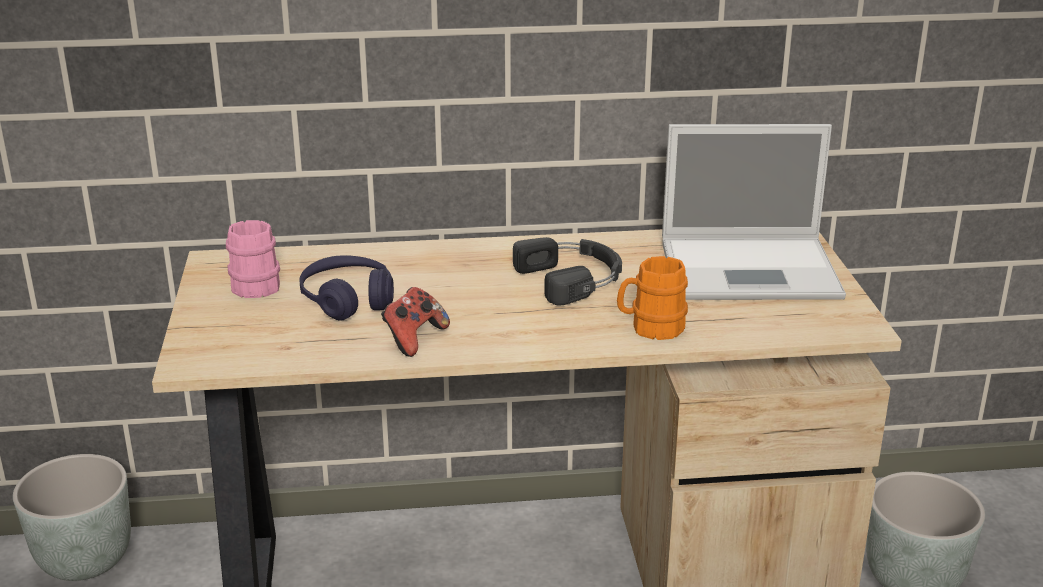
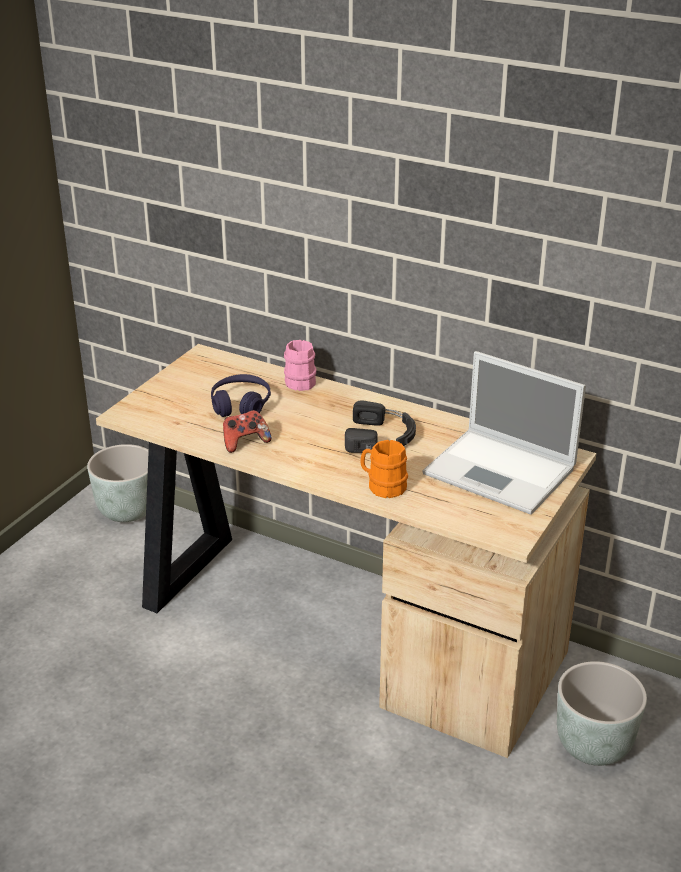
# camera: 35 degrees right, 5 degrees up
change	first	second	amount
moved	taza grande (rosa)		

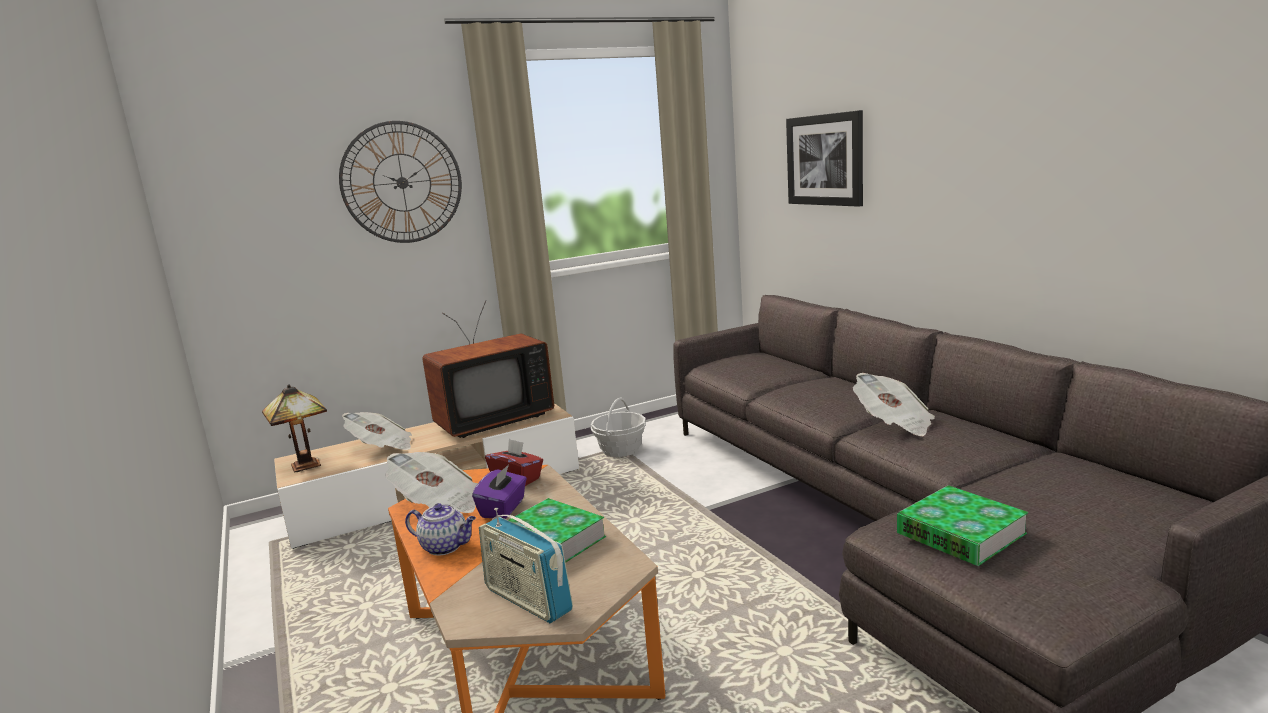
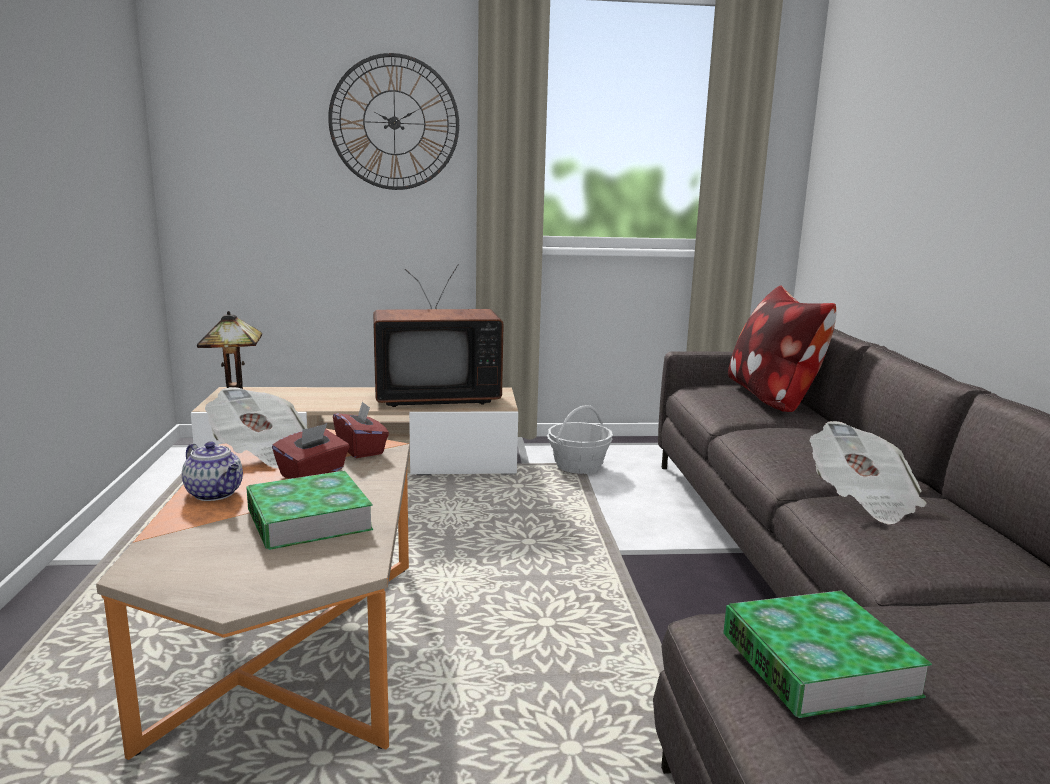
# camera: 20 degrees right, 0 degrees up
change	first	second	amount
removed	periódico (1st from left)		
removed	radio		
removed	cuadro		
added		cojín	
recoloured	caja de pañuelos (morado)	caja de pañuelos (rojo) (1st from left)	

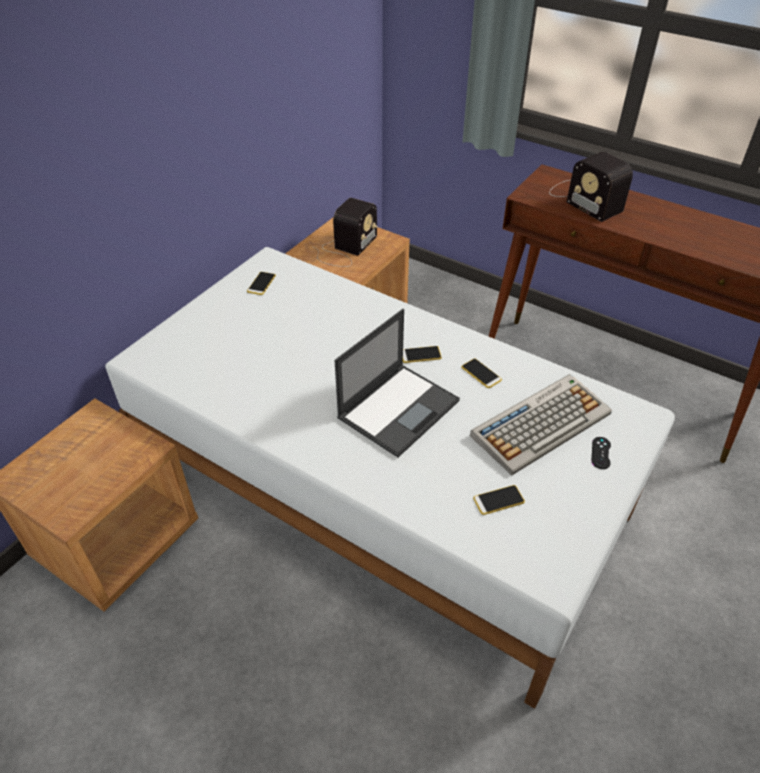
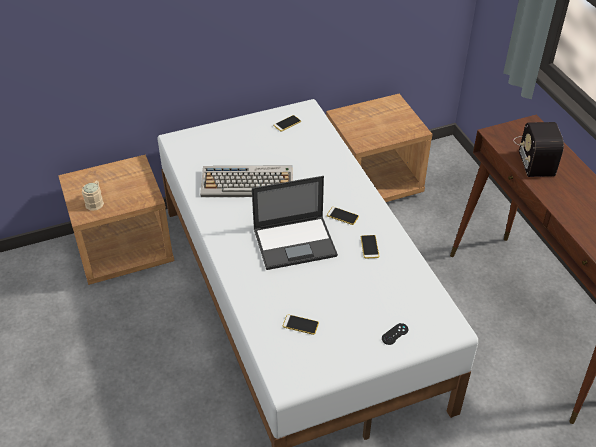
# camera: 35 degrees right, 0 degrees up
change	first	second	amount
removed	radio (1st from left)		
added		taza grande (beis)	
moved	teclado		

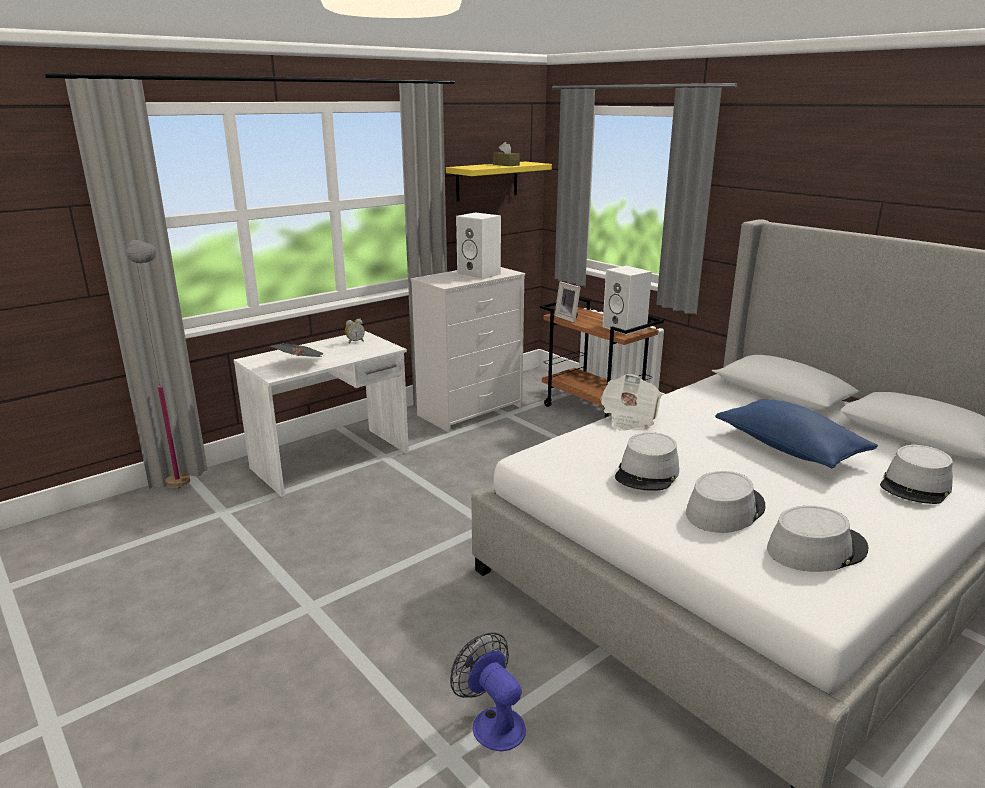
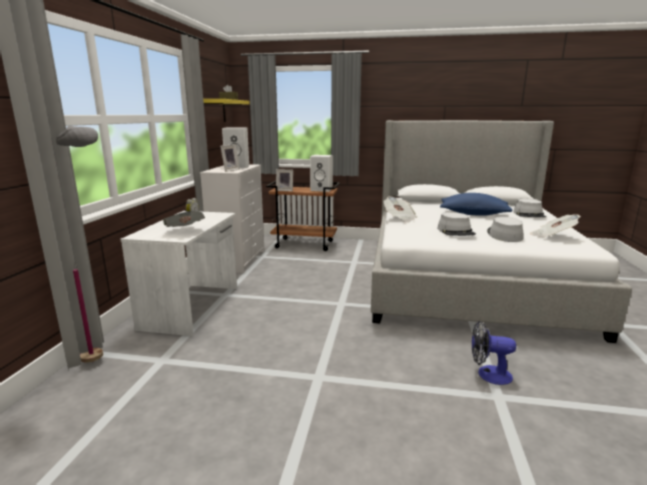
# camera: 40 degrees left, 5 degrees down
change	first	second	amount
added		portarretratos (1st from left)	
replaced	sombrero (gris) (3rd from left)	periódico (3rd from left)	

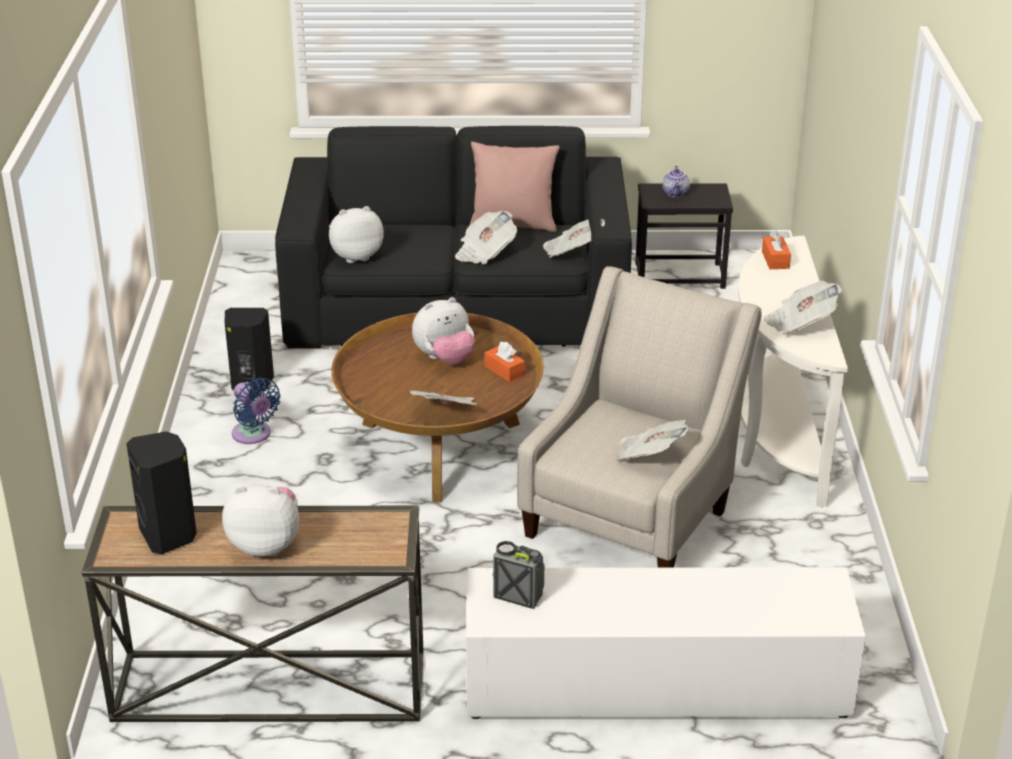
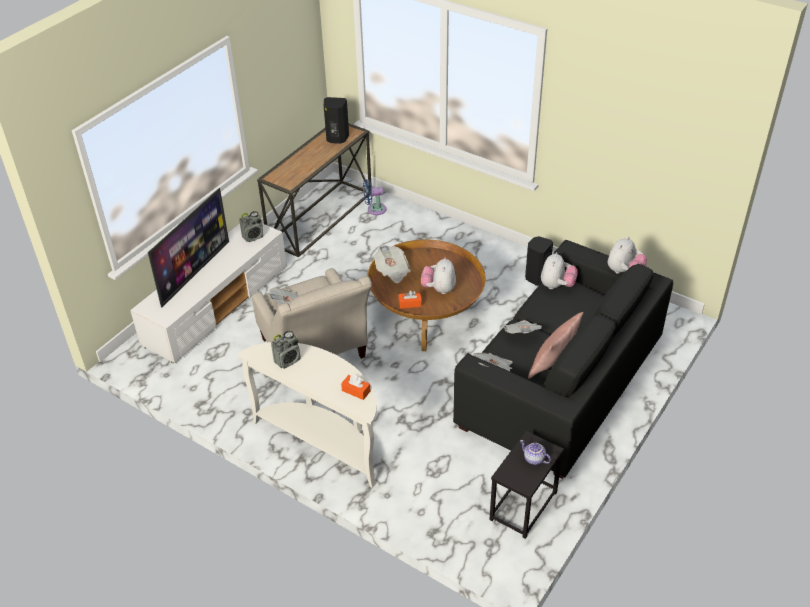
# camera: 125 degrees right, 10 degrees up
change	first	second	amount
added		televisor	
moved	peluche (1st from left in the first image)	peluche (3rd from left)	
moved	ventilador (azul)		
replaced	periódico (5th from left)	radio (2nd from left)	

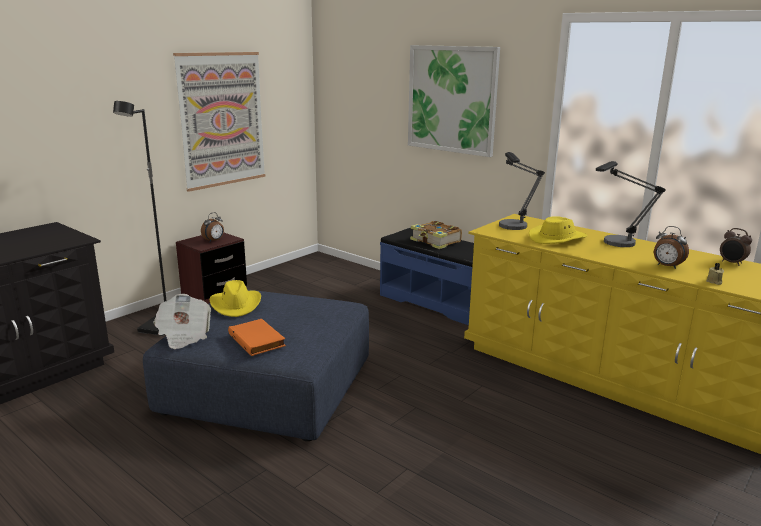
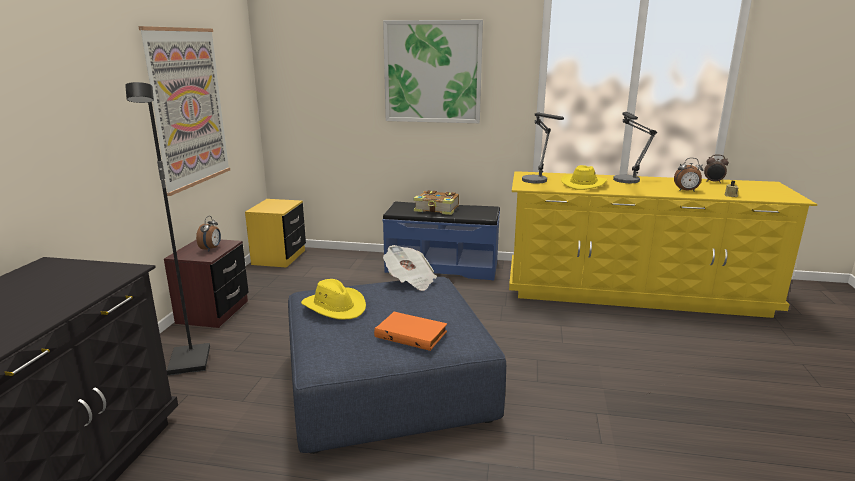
# camera: 30 degrees left, 0 degrees up
change	first	second	amount
added		mesita de noche (amarillo)	
moved	periódico		

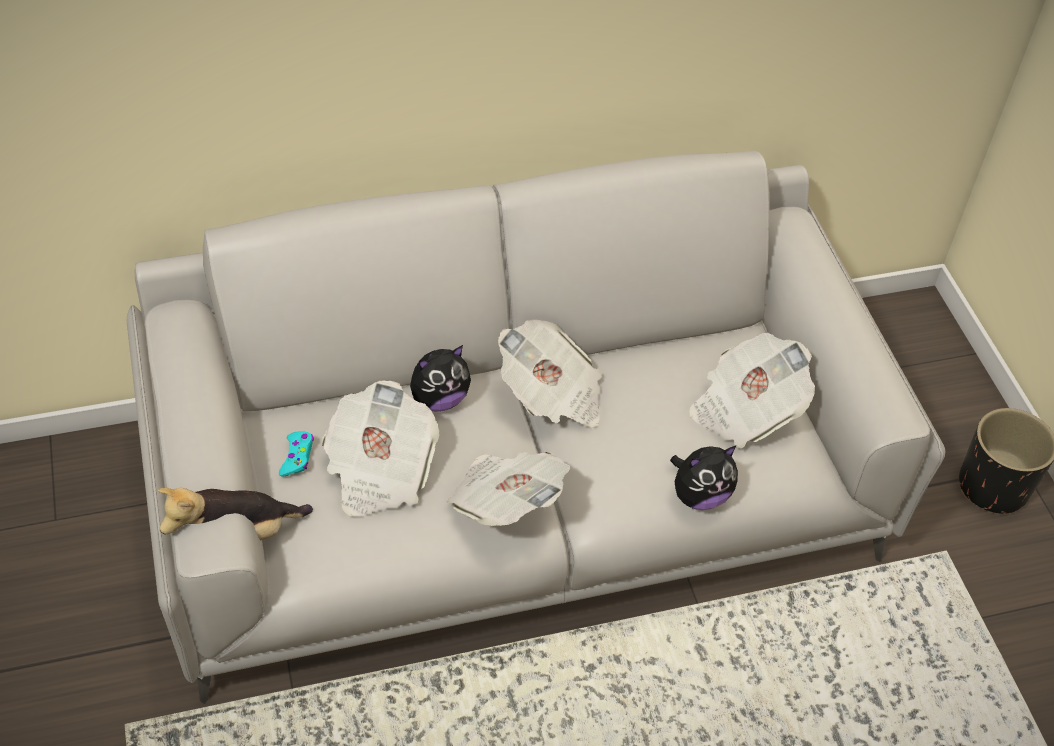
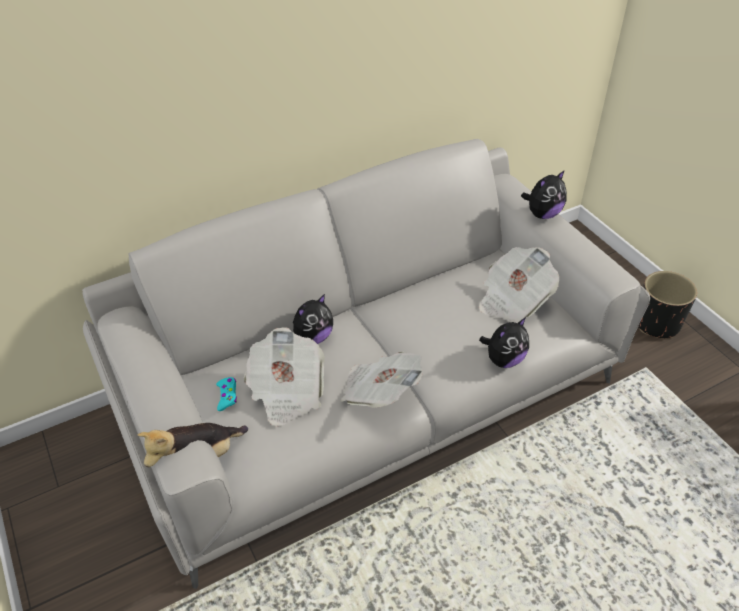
# camera: 10 degrees left, 5 degrees down
change	first	second	amount
removed	periódico (3rd from left)		
added		peluche (4th from left)	

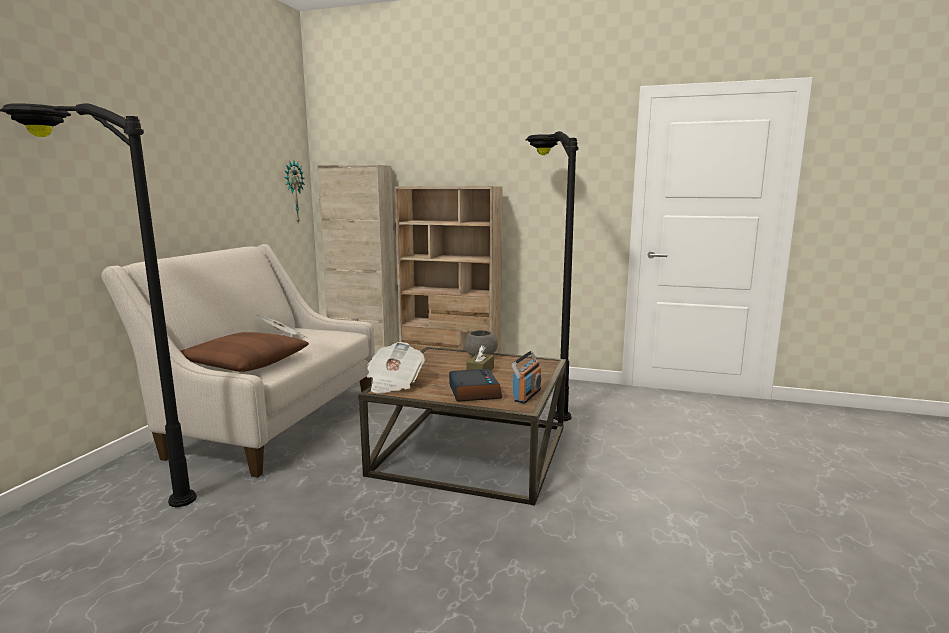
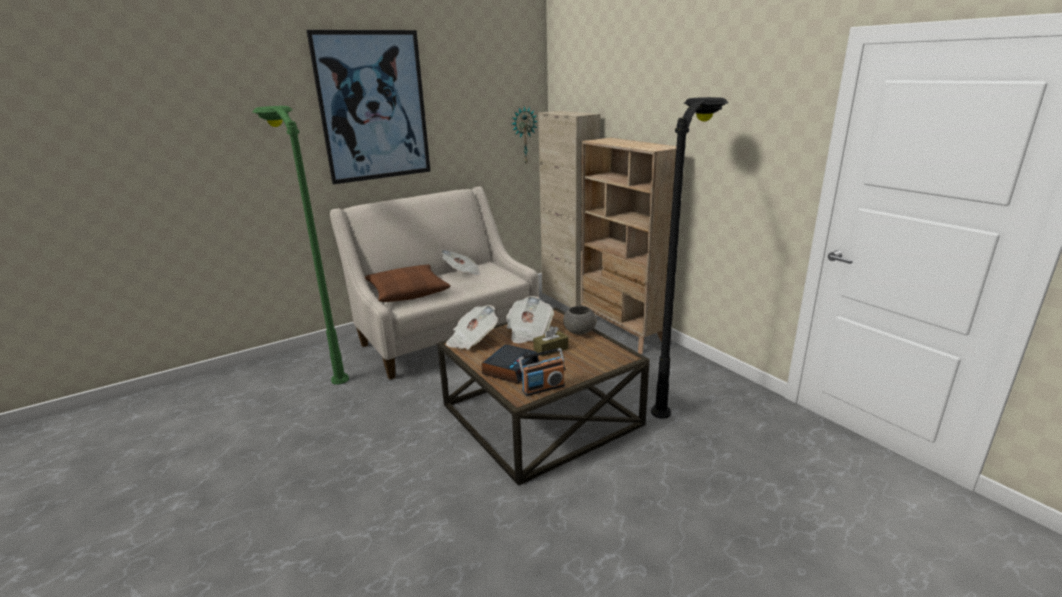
# camera: 40 degrees right, 10 degrees up
change	first	second	amount
added		cuadro	
added		periódico (3rd from left)	
recoloured	lámpara de pie (negro) (1st from left)	lámpara de pie (verde)	

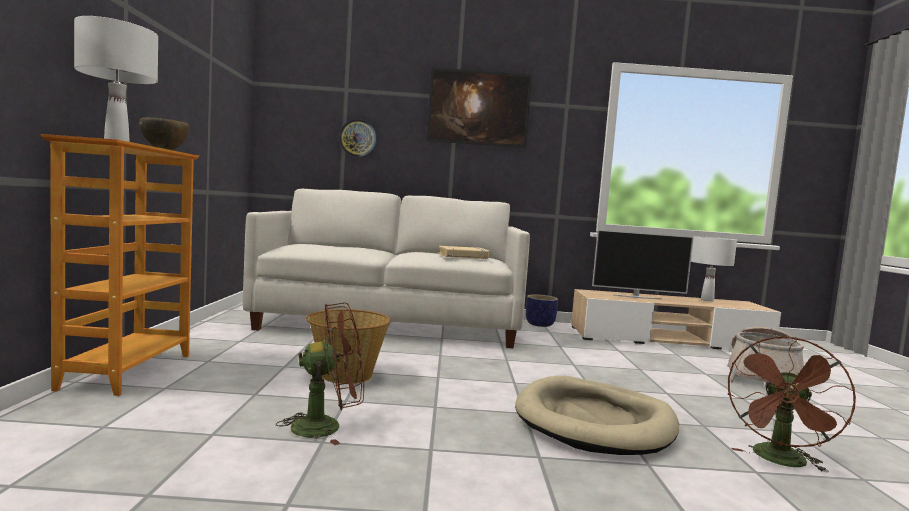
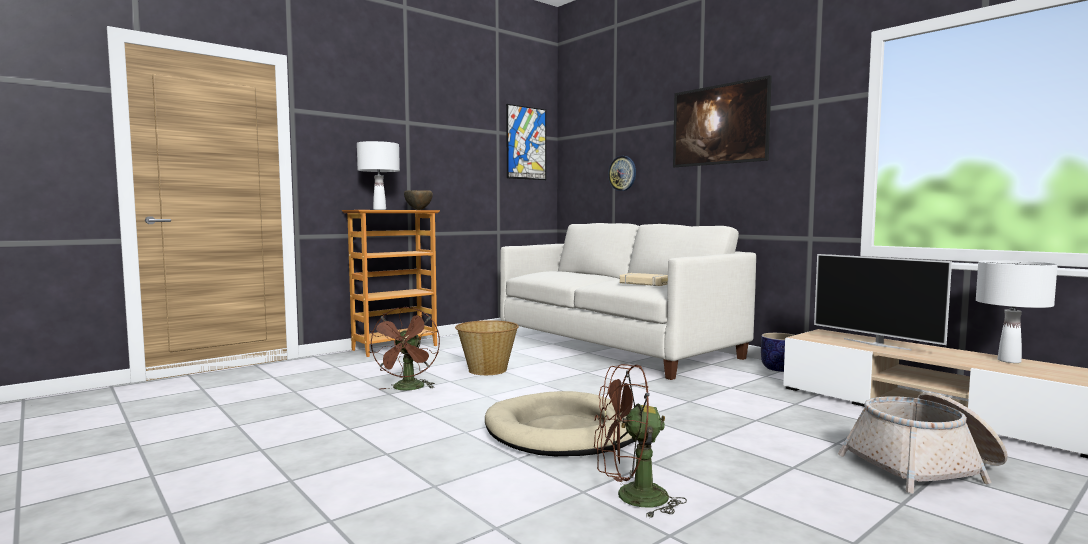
# camera: 50 degrees right, 0 degrees up
change	first	second	amount
added		cuadro (1st from left)	
turned	ventilador (marrón) (1st from left)		60 degrees clockwise

